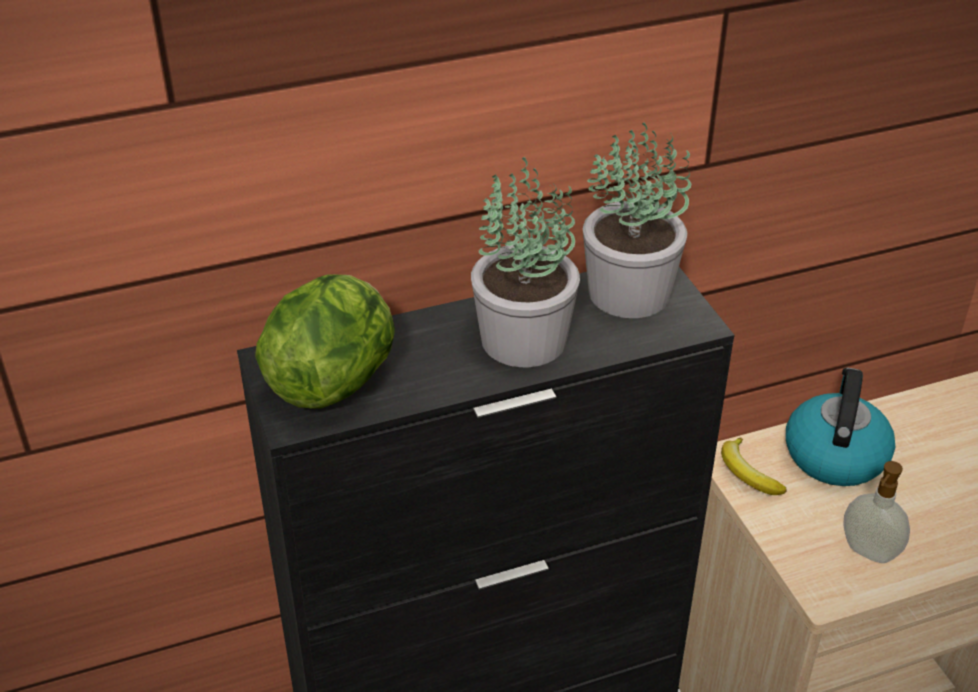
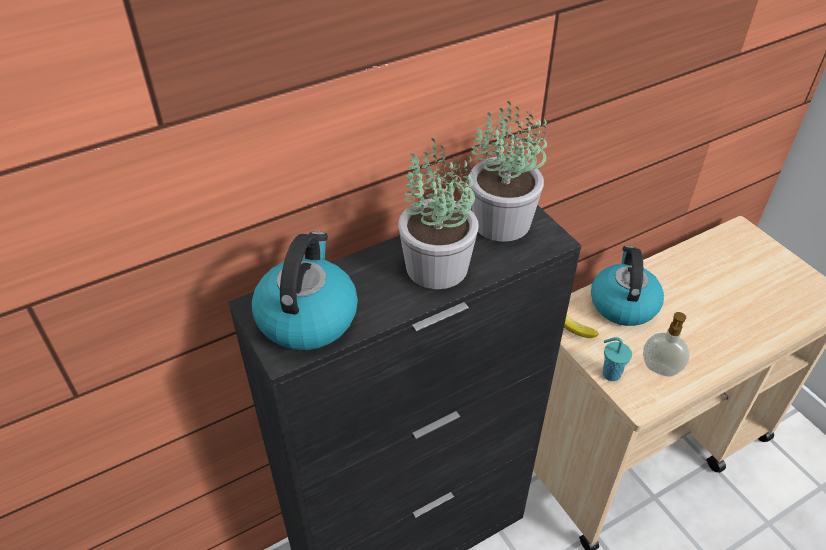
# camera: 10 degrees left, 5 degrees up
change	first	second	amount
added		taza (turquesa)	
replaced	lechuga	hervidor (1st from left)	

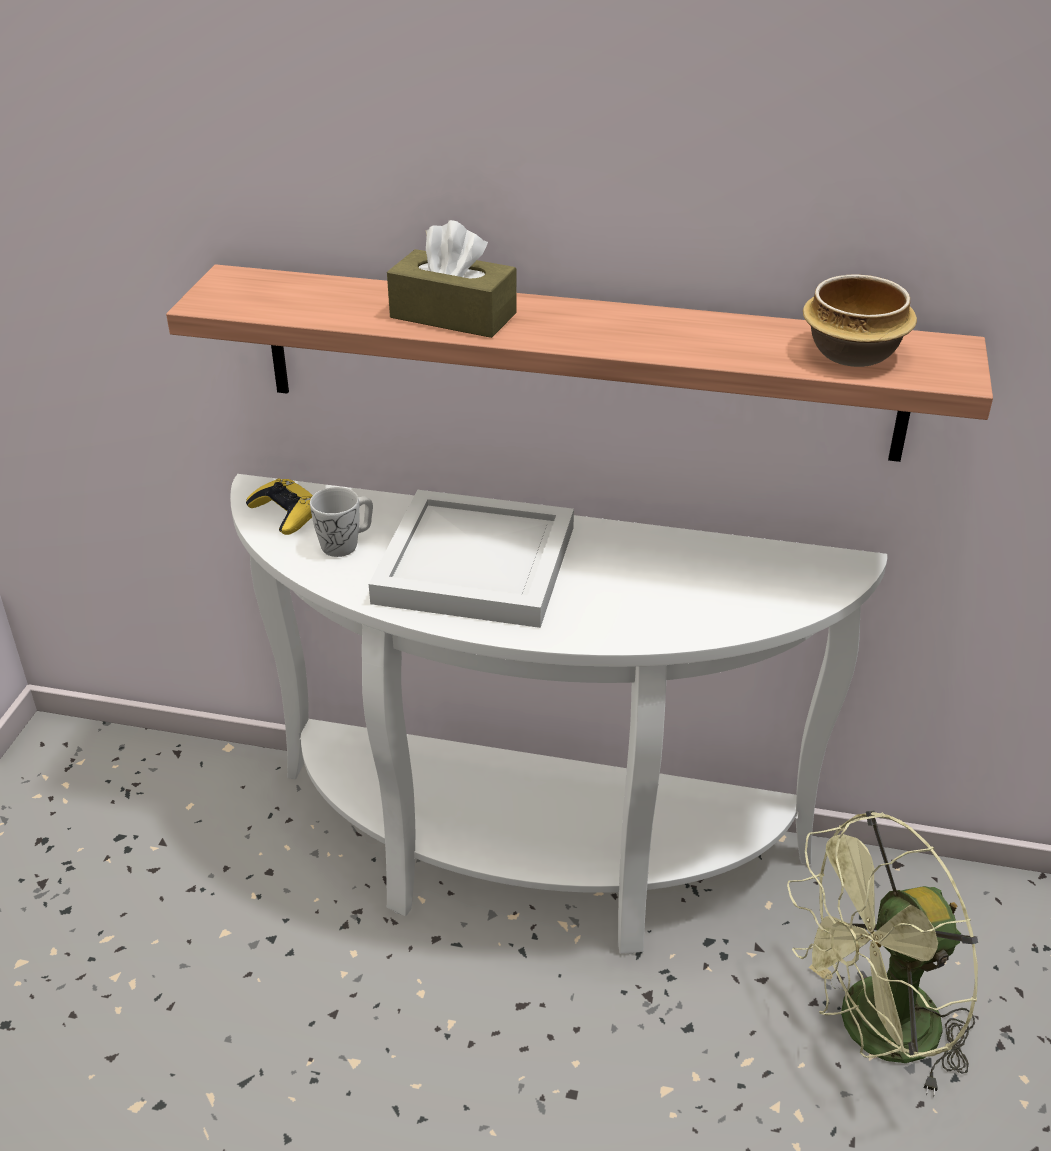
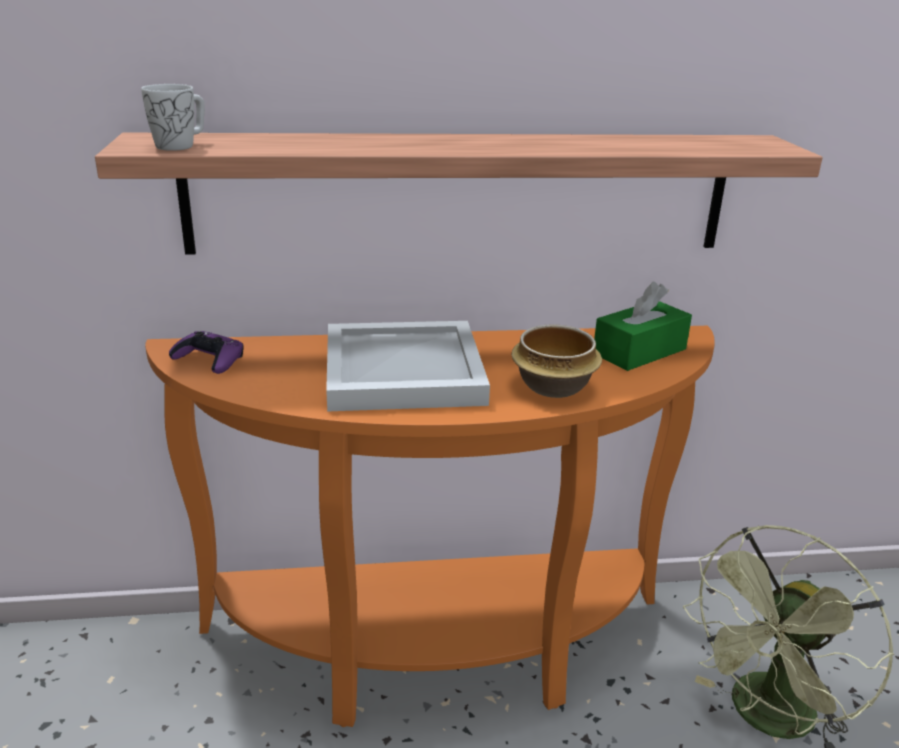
# camera: 20 degrees left, 10 degrees down
change	first	second	amount
removed	caja de pañuelos (marrón)		
added		caja de pañuelos (verde)	
moved	taza grande (blanco)		
moved	cuenco		
recoloured	mesa consola (blanco)	mesa consola (naranja)	
recoloured	mando de consola (amarillo)	mando de consola (morado)	

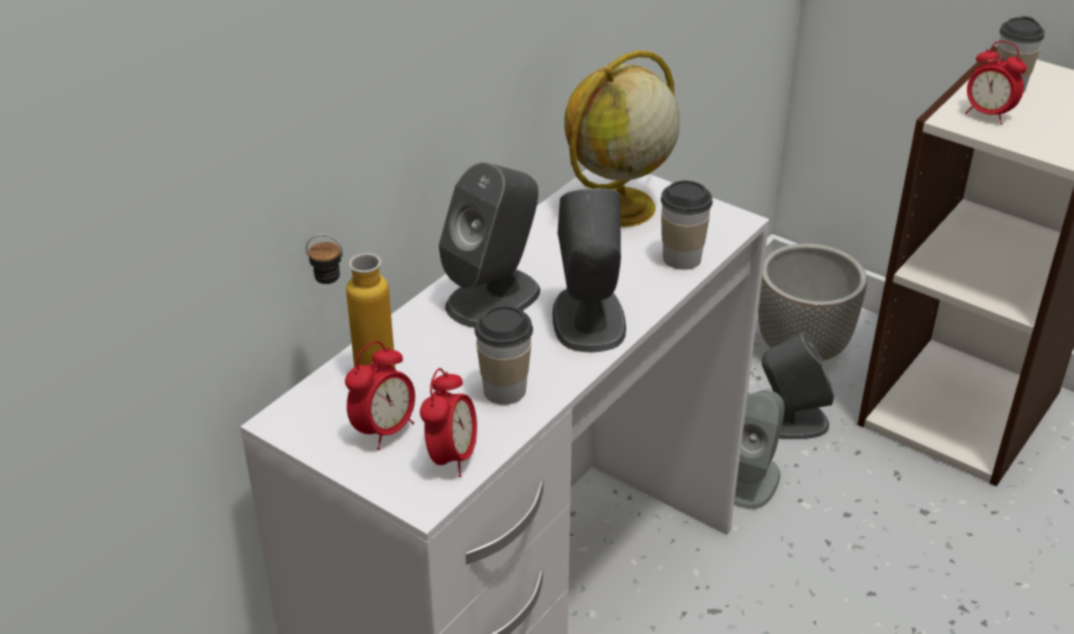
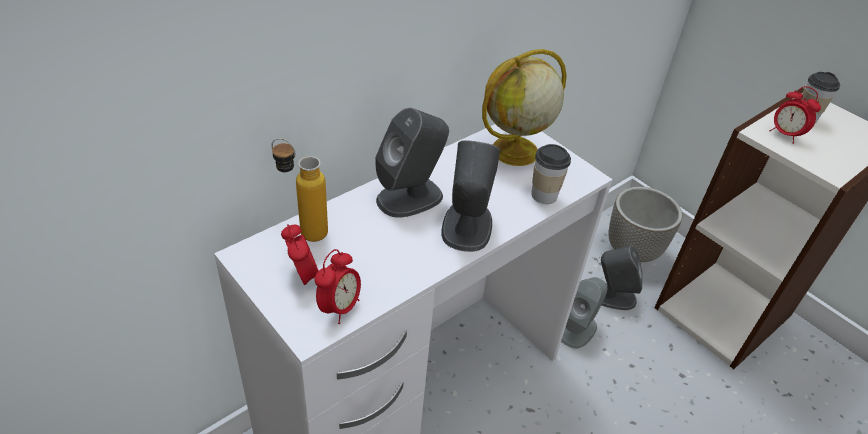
# camera: 10 degrees right, 5 degrees up
change	first	second	amount
removed	taza (1st from left)		
turned	despertador (1st from left)		75 degrees counterclockwise

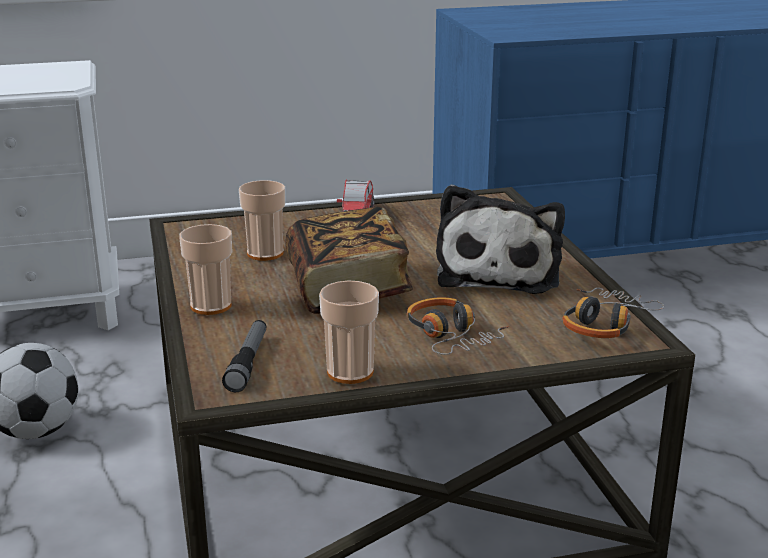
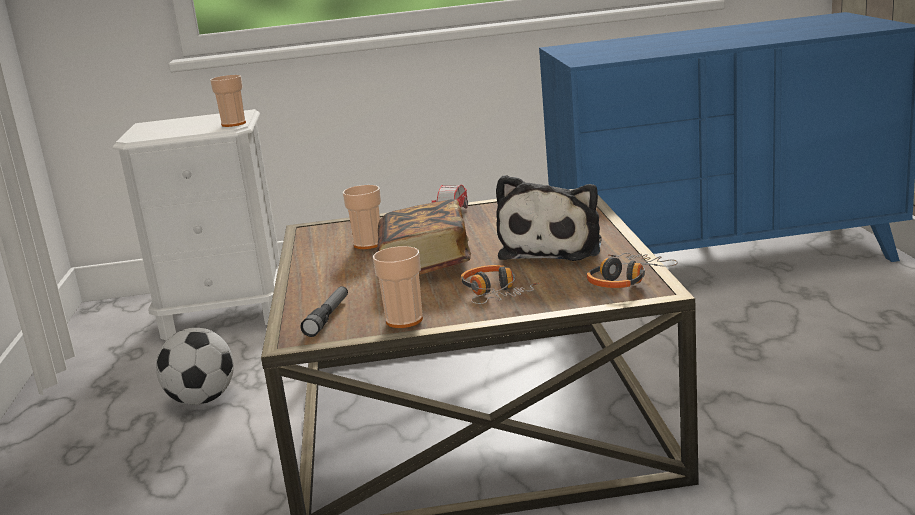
# camera: 10 degrees right, 5 degrees down
change	first	second	amount
moved	taza (1st from left)		

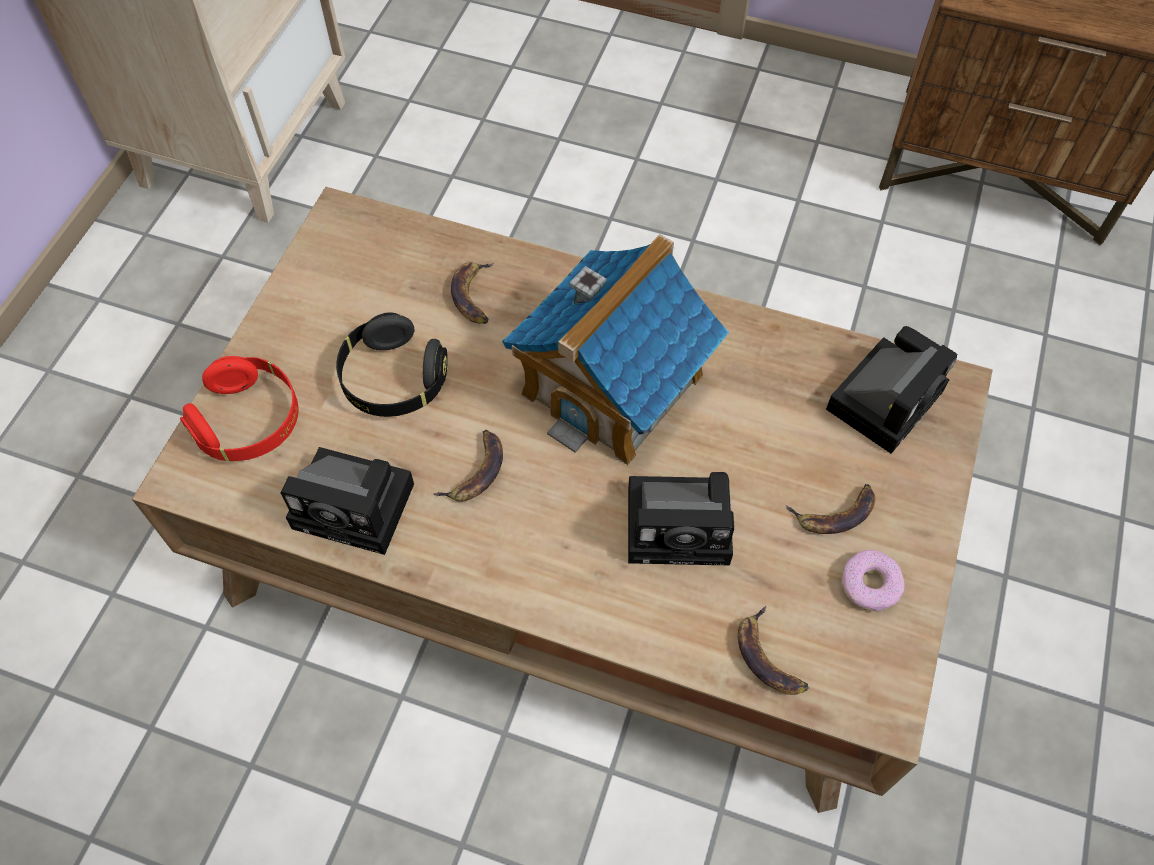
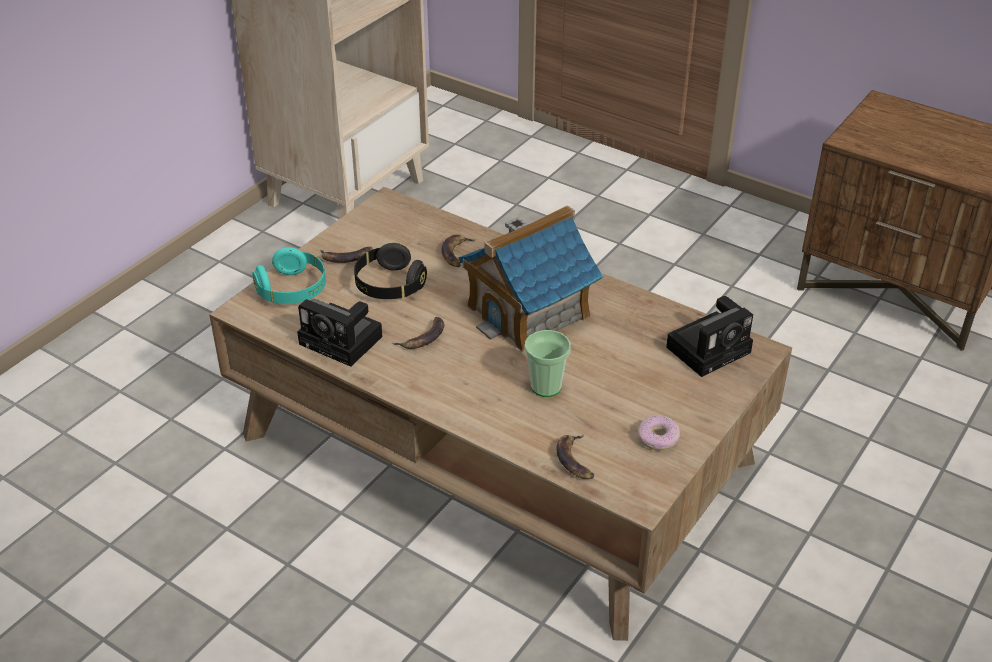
# camera: 15 degrees right, 20 degrees down
change	first	second	amount
moved	plátano (4th from left in the first image)	plátano (1st from left)	
replaced	cámara (2nd from left)	taza	
recoloured	auriculares (rojo)	auriculares (turquesa)	

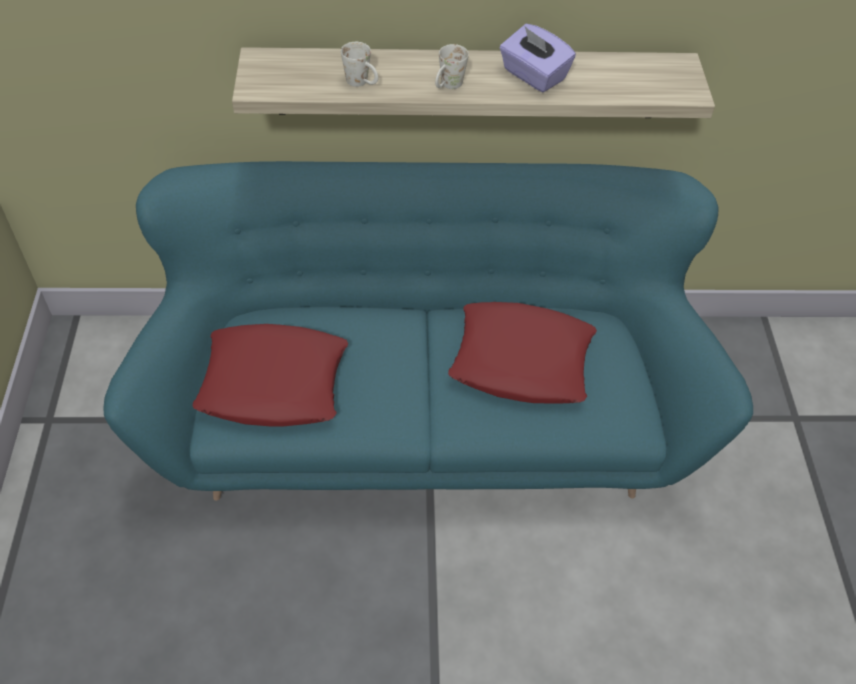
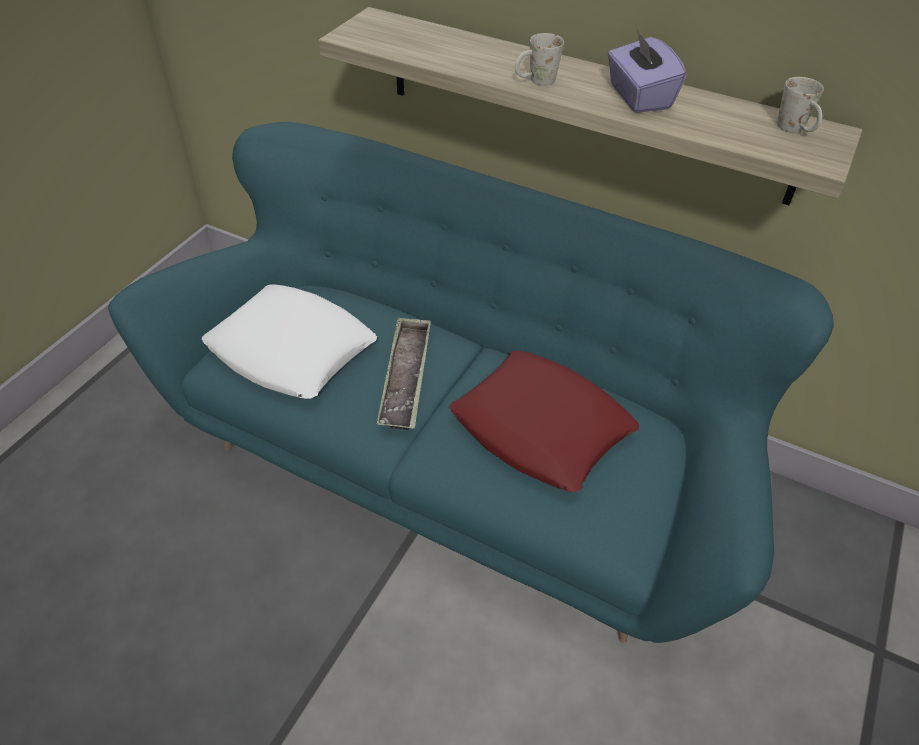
# camera: 30 degrees right, 5 degrees down
change	first	second	amount
added		bandeja	
moved	taza grande (blanco) (1st from left in the first image)	taza grande (blanco) (2nd from left)	
recoloured	cojín (rojo) (1st from left)	cojín (blanco)	

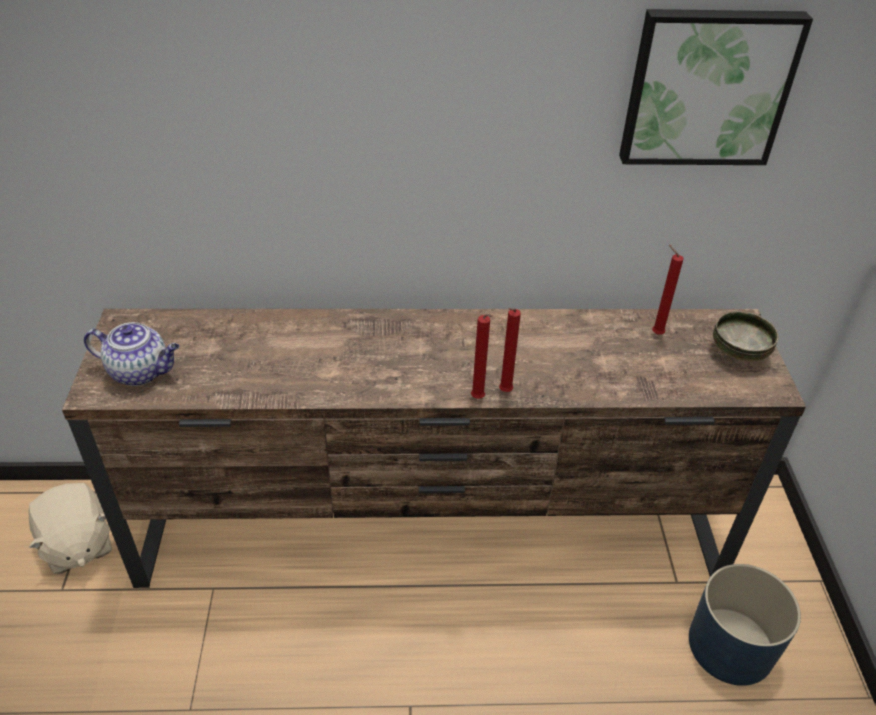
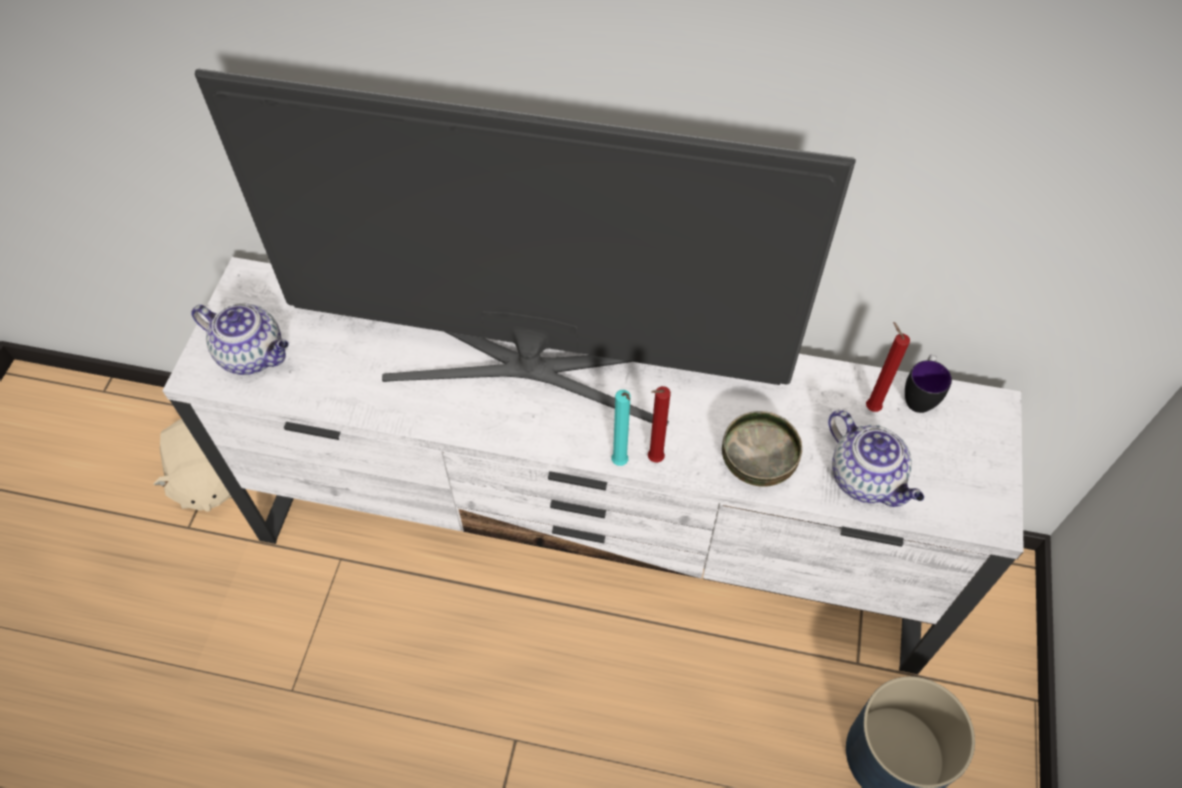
# camera: 15 degrees right, 15 degrees up
change	first	second	amount
removed	cuadro		
added		televisor	
added		tetera (2nd from left)	
added		taza grande	
moved	cuenco		
recoloured	mueble de televisión (marrón)	mueble de televisión (blanco)	
recoloured	vela (rojo) (1st from left)	vela (turquesa)	

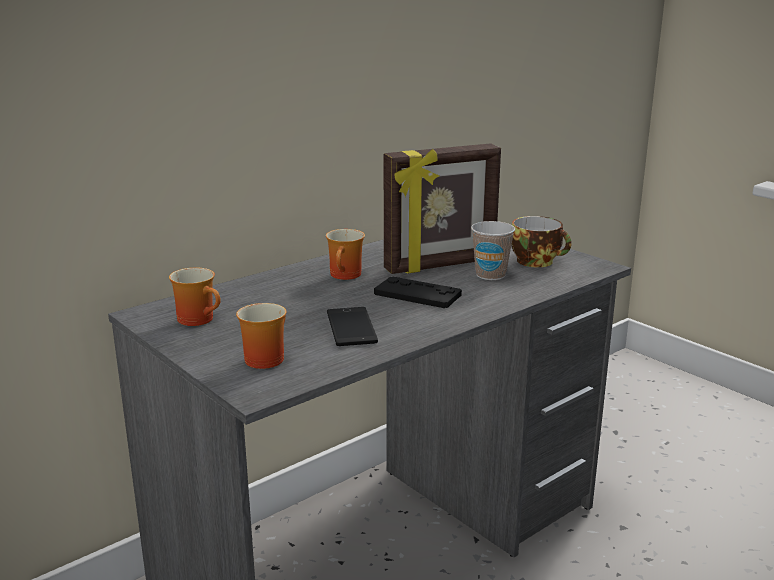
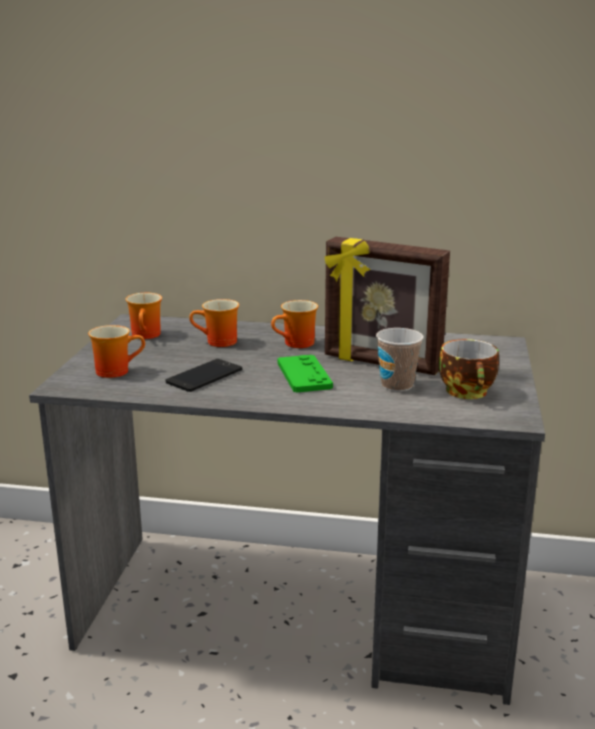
# camera: 50 degrees right, 0 degrees up
change	first	second	amount
added		taza grande (3rd from left)	
recoloured	mando de consola (negro)	mando de consola (verde)	

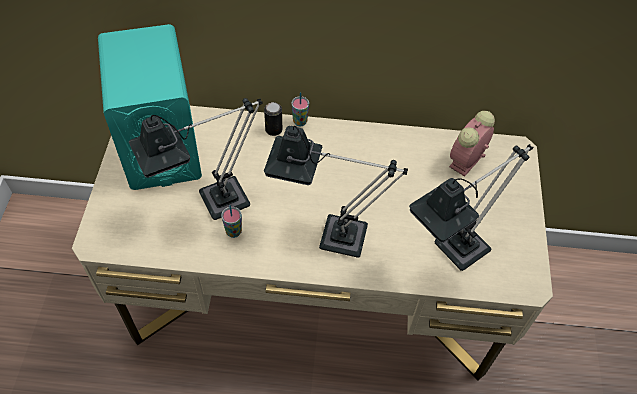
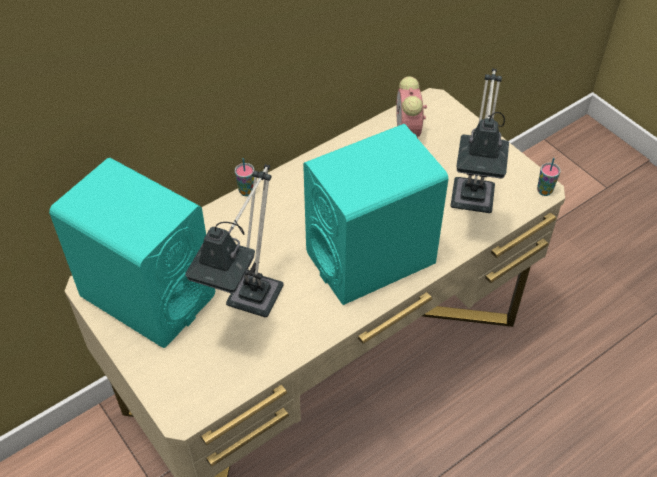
# camera: 40 degrees left, 5 degrees down
change	first	second	amount
removed	lata		
moved	taza (1st from left in the first image)	taza (2nd from left)	
replaced	lámpara de mesa (2nd from left)	altavoz (turquesa) (2nd from left)	

